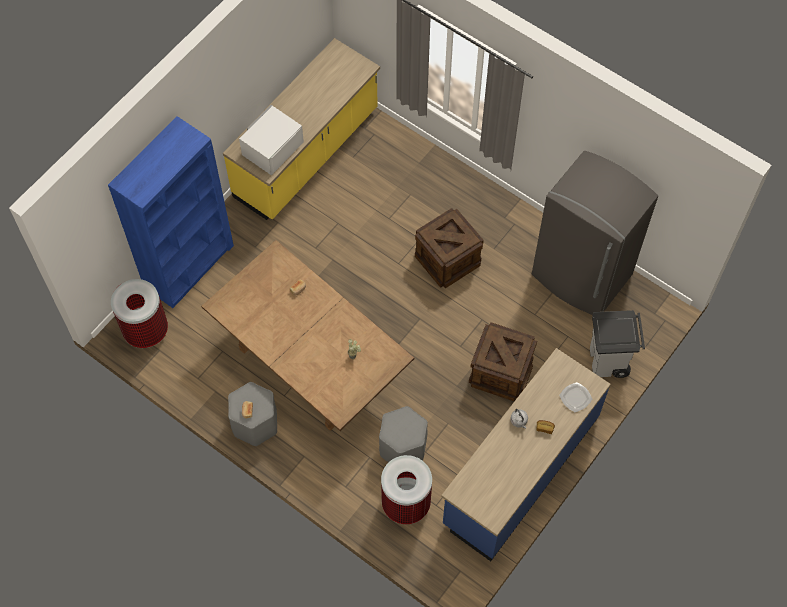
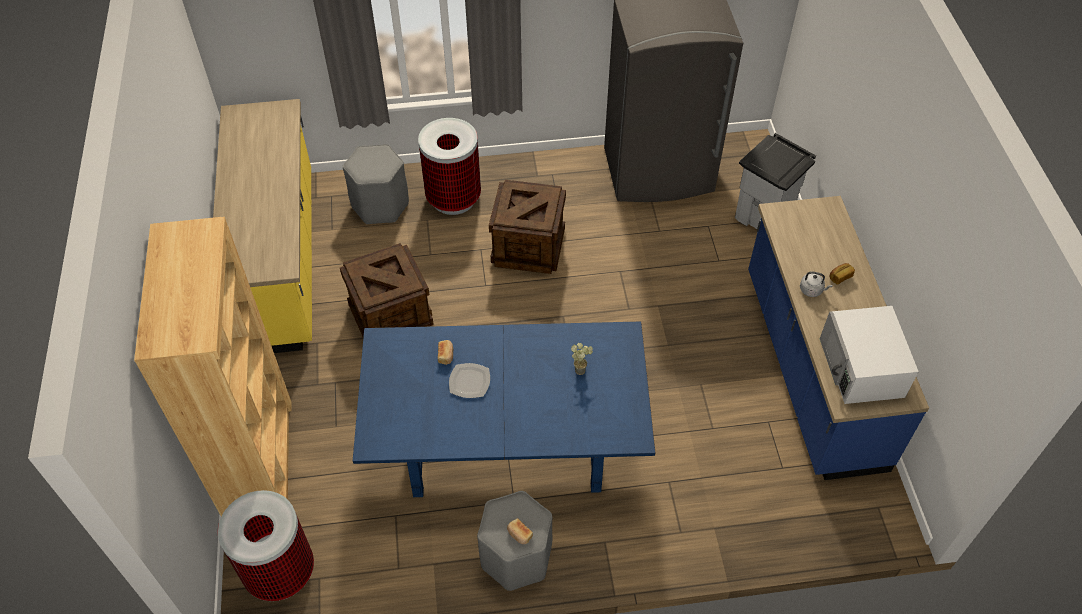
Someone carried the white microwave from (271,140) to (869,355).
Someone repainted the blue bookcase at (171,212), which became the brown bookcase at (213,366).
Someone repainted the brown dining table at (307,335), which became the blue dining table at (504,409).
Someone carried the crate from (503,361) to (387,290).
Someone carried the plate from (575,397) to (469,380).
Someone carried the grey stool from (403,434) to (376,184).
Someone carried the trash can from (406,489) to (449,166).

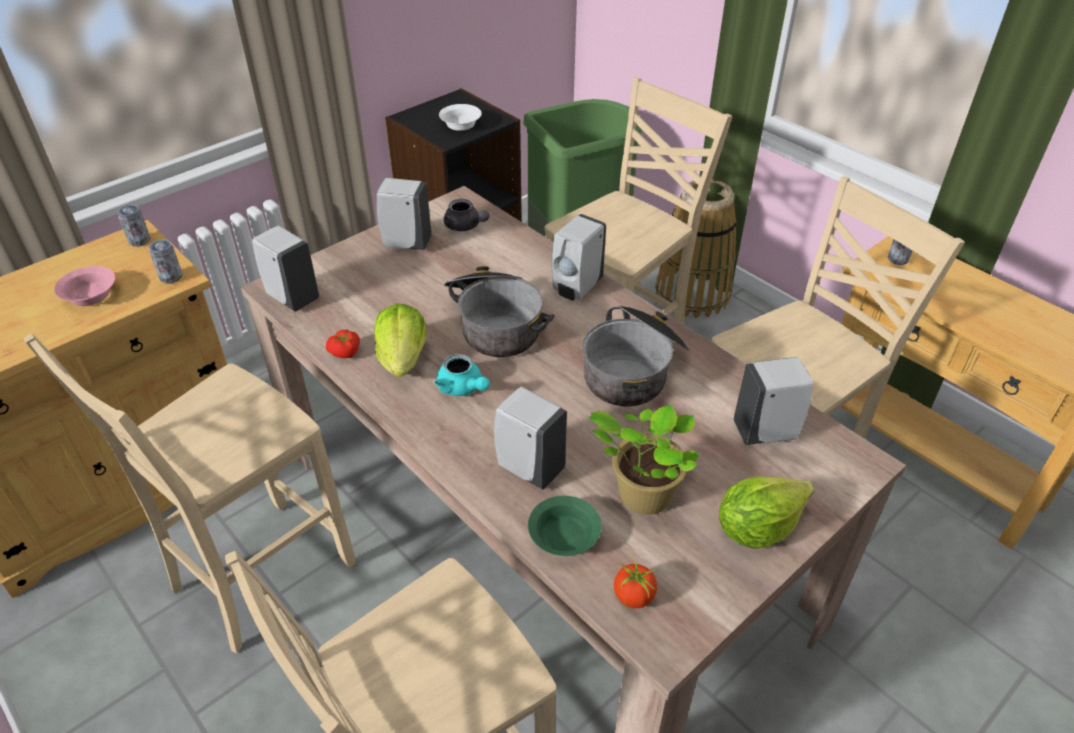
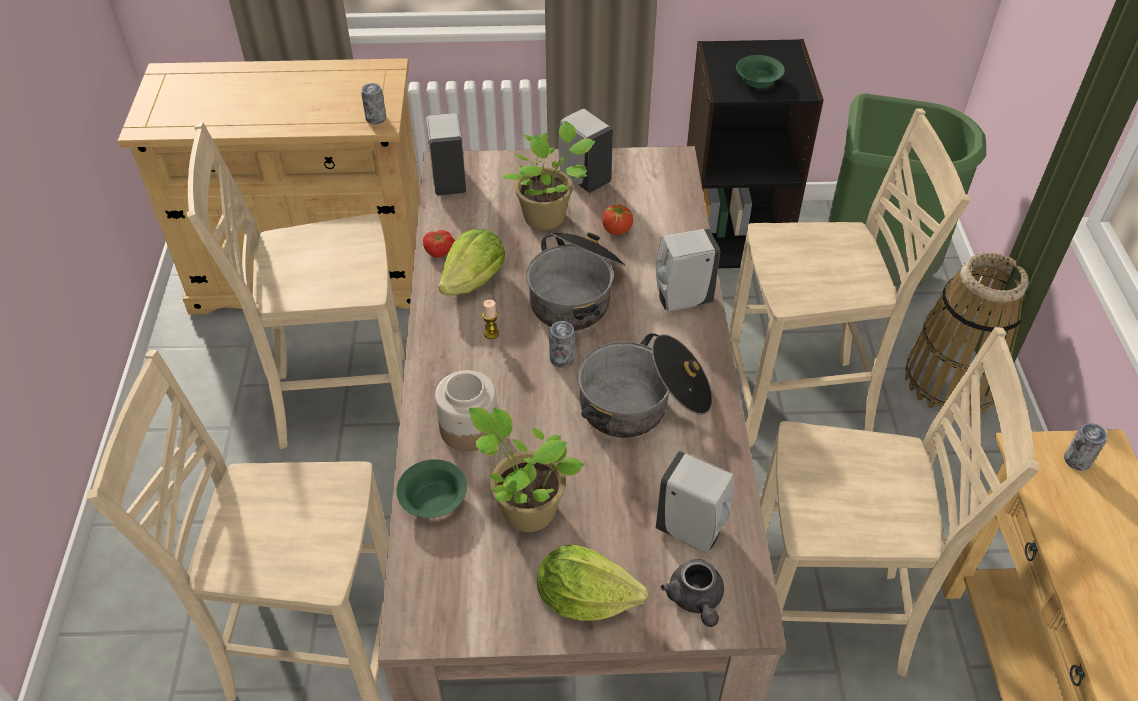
Someone repainted the white bowl at (460,117), which became the green bowl at (760,71).
Someone carried the grey teapot from (467,215) to (692,593).
Someone carried the can from (134,226) to (562,344).
Someone took away the pink bowl at (84,286).
Someone swapped the turquoise teapot at (462,375) for the candle at (490,319).
Someone swapped the white soap dispenser at (530,438) for the jar at (466,410).
Someone carried the tomato from (635,581) to (617,217).
Someone put down the potted plant at (549,175).

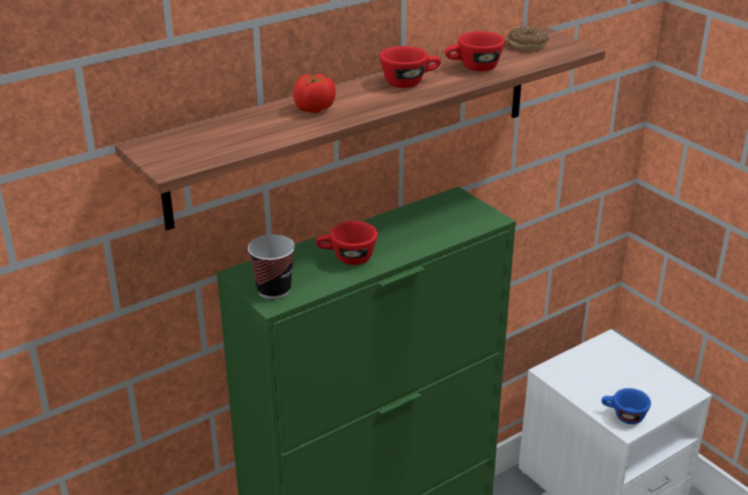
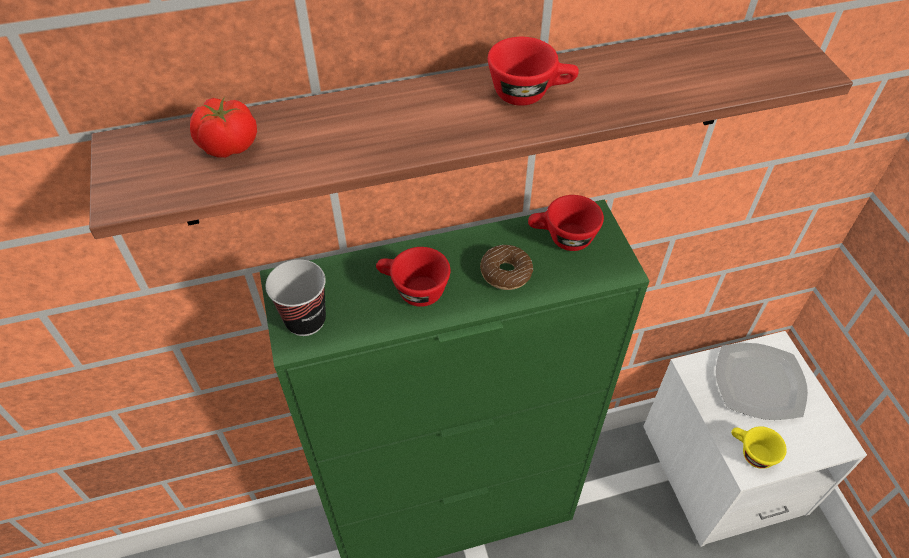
Someone carried the donut from (528,38) to (506,267).
Someone carried the red cup from (475,51) to (566,223).
Someone carried the tomato from (314,93) to (223,127).
Someone repainted the blue cup at (626,406), which became the yellow cup at (759,447).
Someone put down the plate at (762,381).

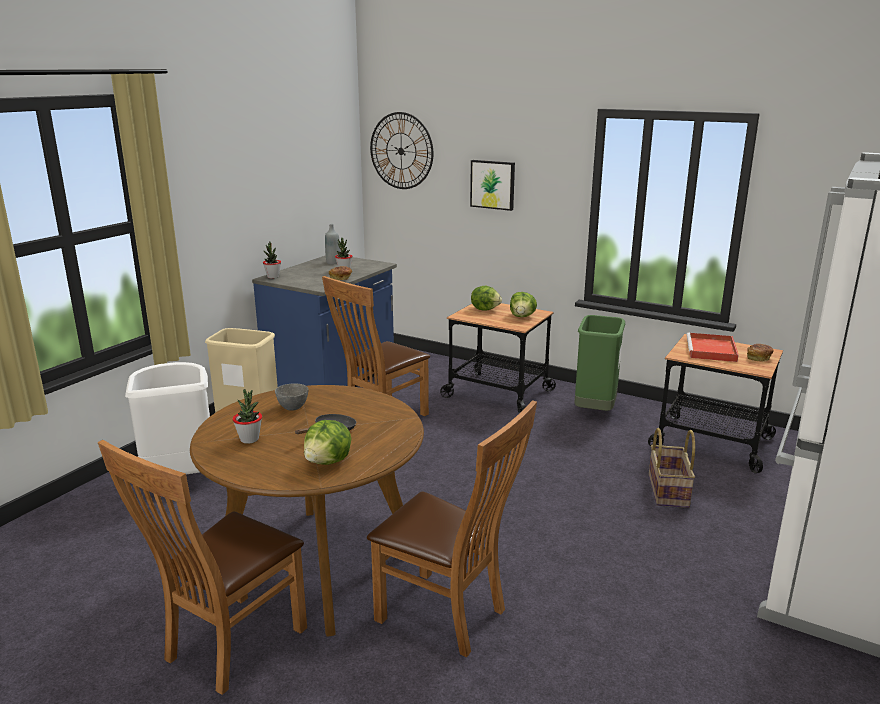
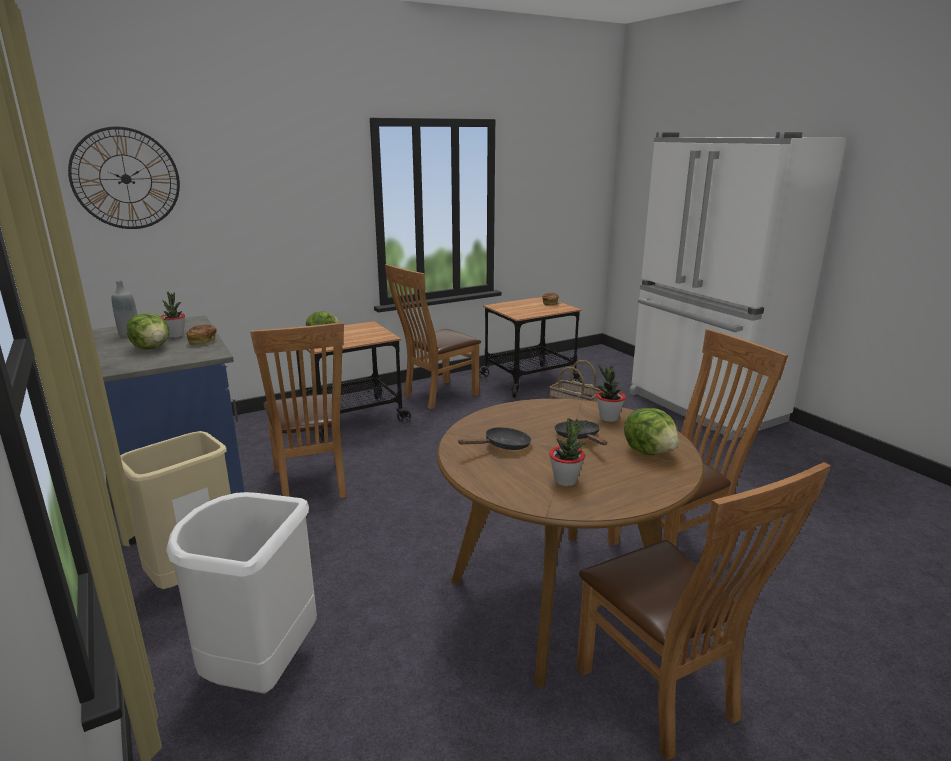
Someone took away the picture at (492,185).
Someone carried the potted plant from (272,260) to (611,393).
Someone carried the lettuce from (523,304) to (148,331).
Someone swapped the green trash can at (599,363) for the brown chair at (433,336).
Someone took away the red tray at (712,347).
Someone swapped the grey bowl at (292,397) for the black frying pan at (495,438).

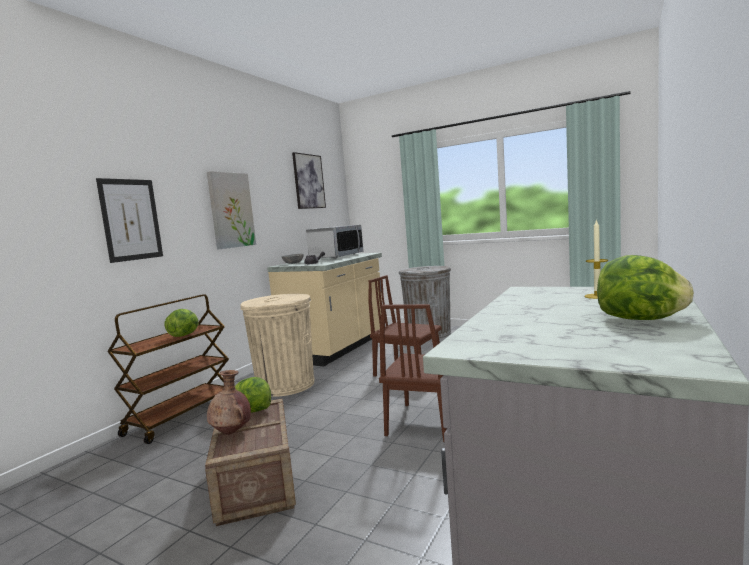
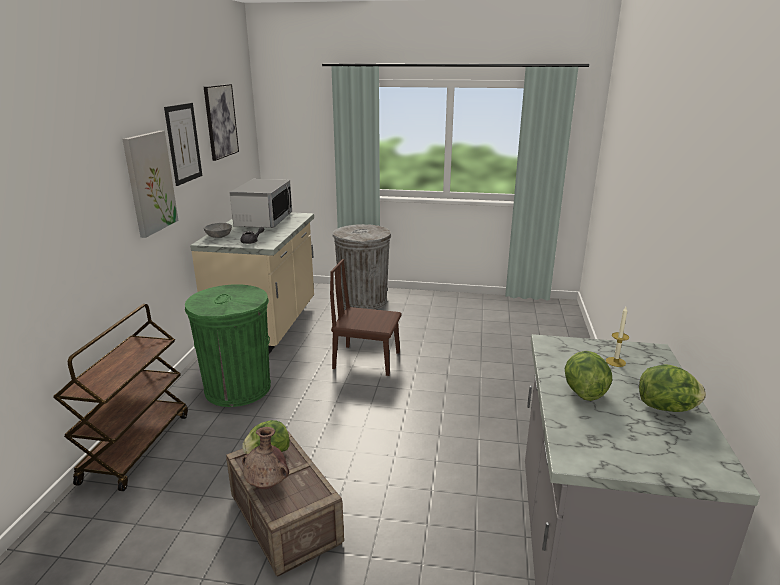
Someone carried the picture from (129,220) to (183,144).
Someone repainted the beige trash can at (277,345), which became the green trash can at (228,345).
Someone took away the brown chair at (413,373).
Someone carried the lettuce from (181,323) to (588,376).

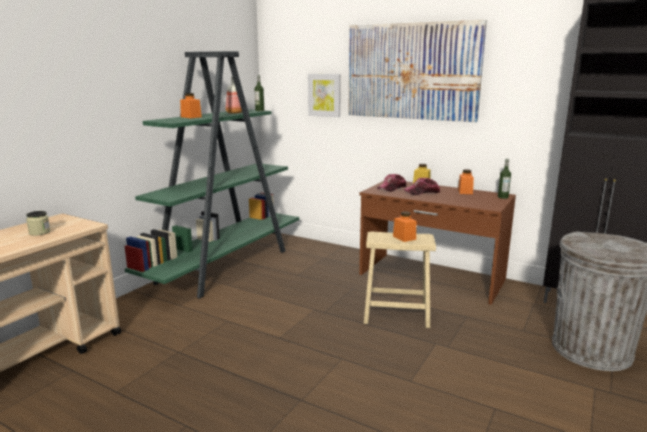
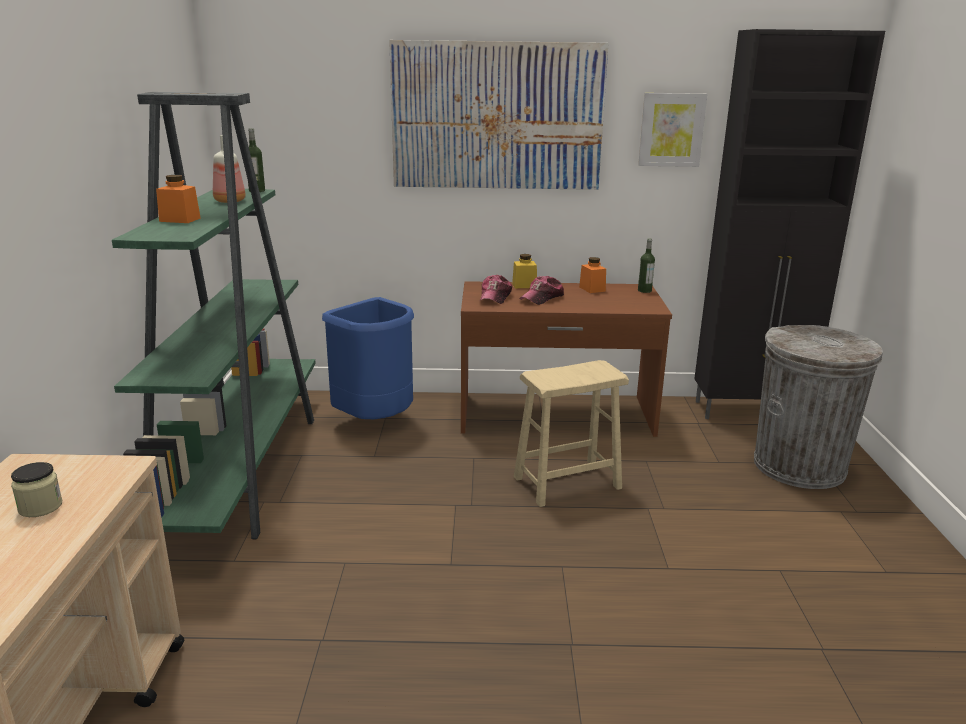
Someone carried the picture from (324,95) to (672,130).
Someone took away the orange jar at (404,226).
Someone put down the blue trash can at (368,358).

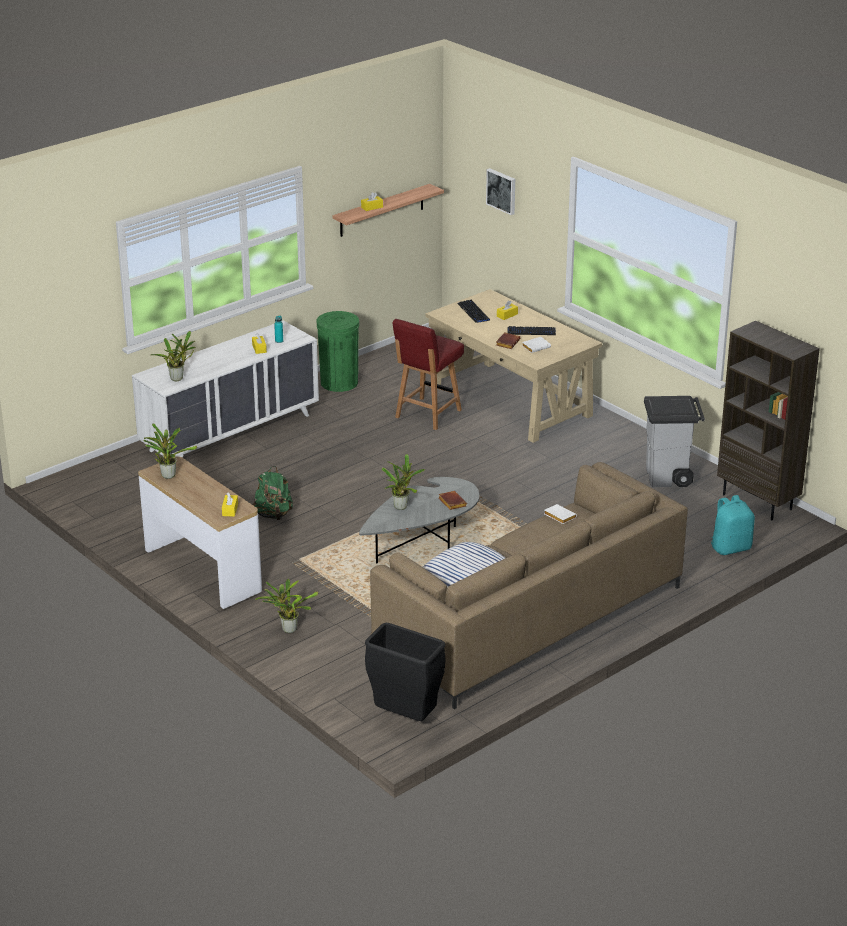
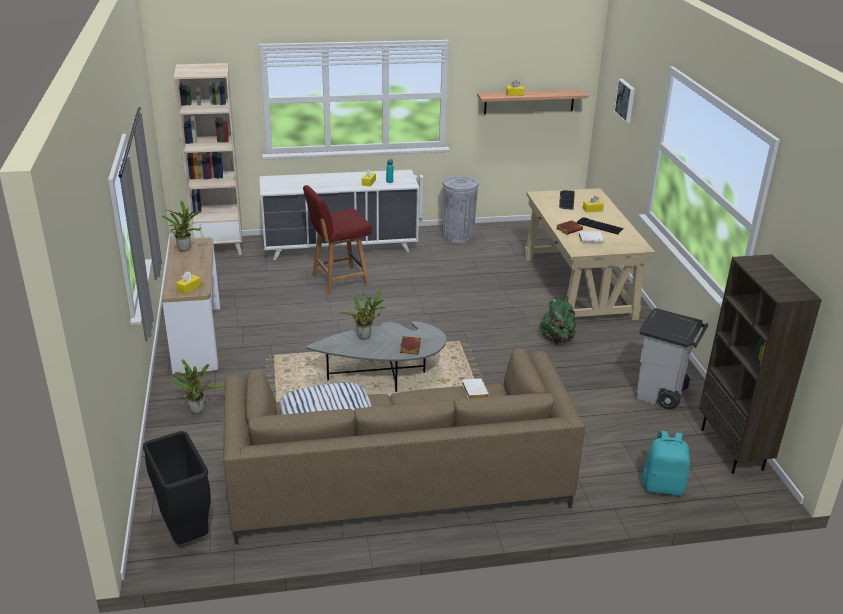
Someone repainted the green trash can at (338,351), which became the grey trash can at (460,209).
Someone carried the red chair from (428,374) to (337,240).
Someone took away the potted plant at (173,356).
Someone carried the green backpack from (272,493) to (558,320).
Someone put down the beige bookcase at (208,159).

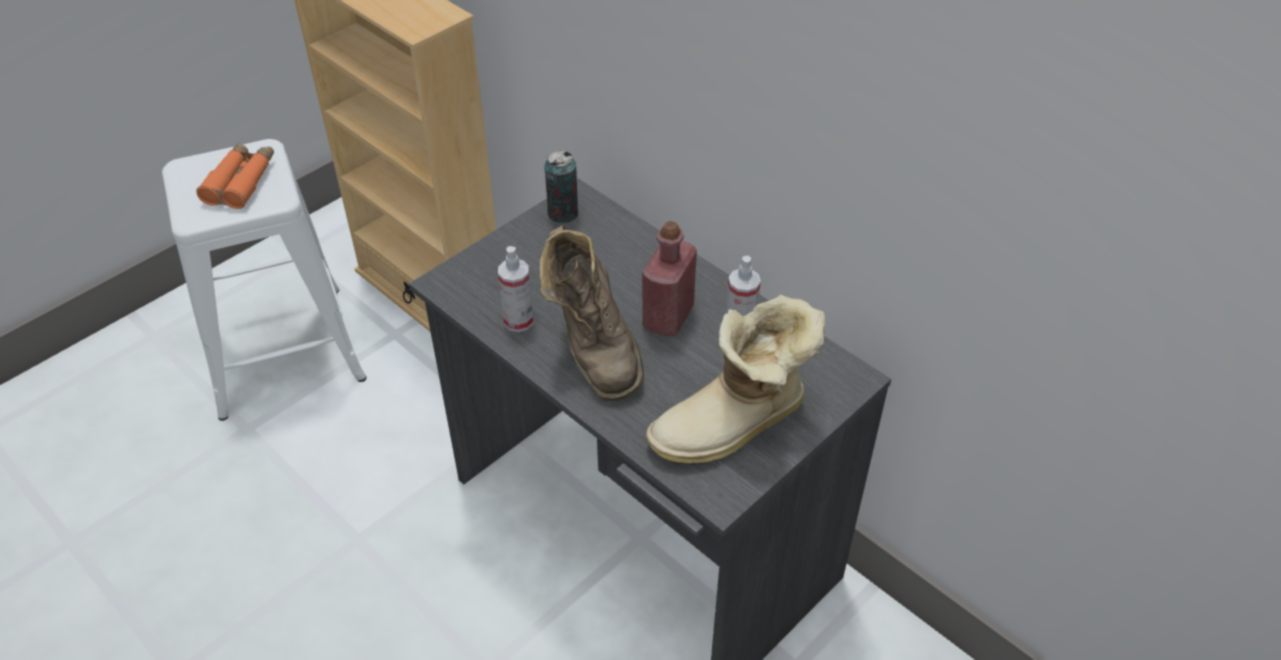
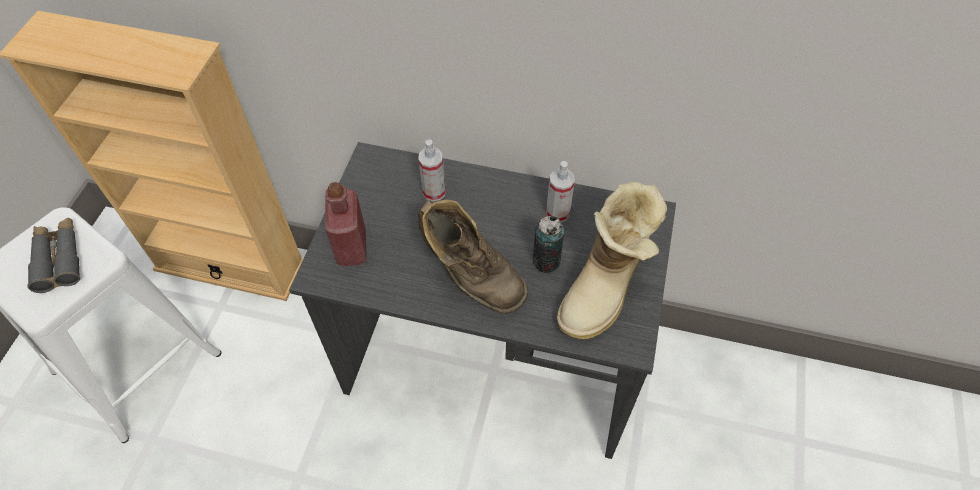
Someone repainted the orange binoculars at (235,175), which became the grey binoculars at (53,255).
Someone carried the can from (561,187) to (548,244).
Someone carried the red bottle from (669,279) to (346,224).
Someone carried the spray bottle from (516,289) to (432,170).

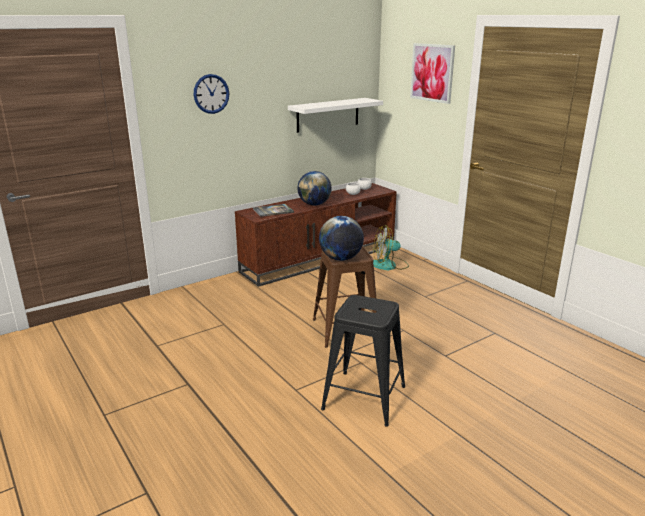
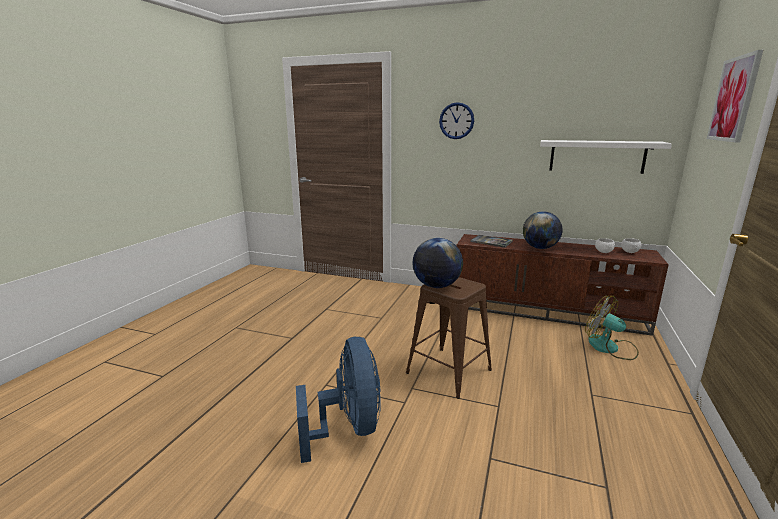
Someone swapped the black stool at (363,361) for the blue fan at (338,400).

